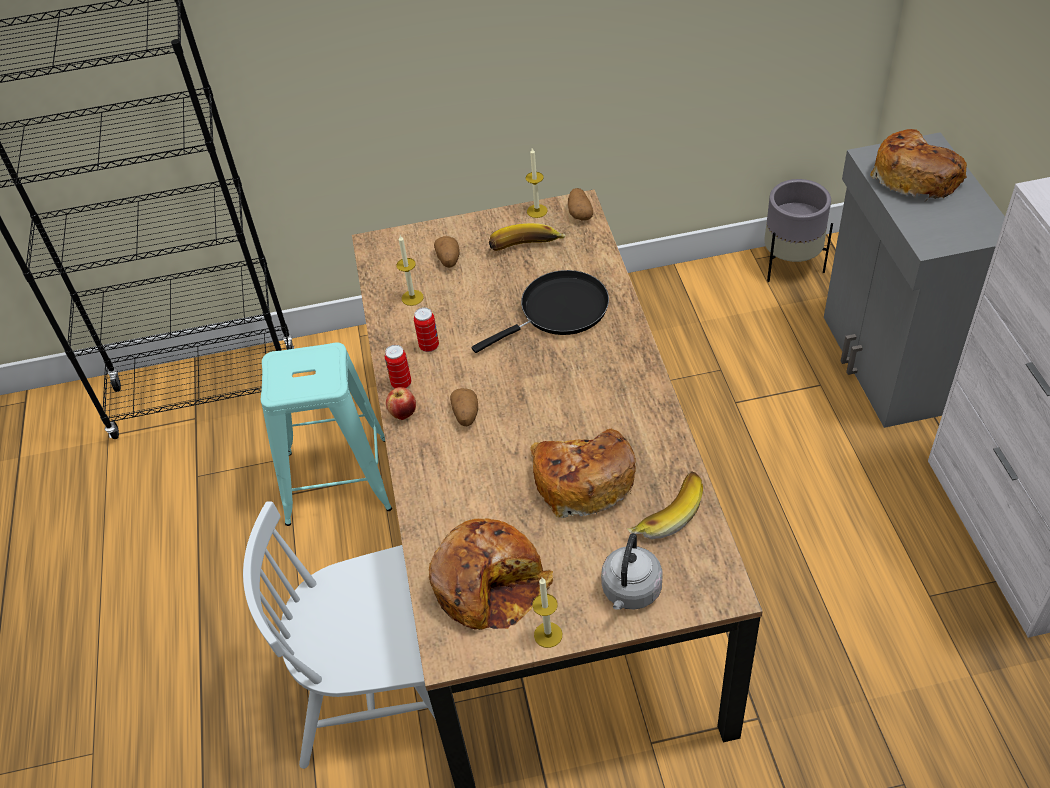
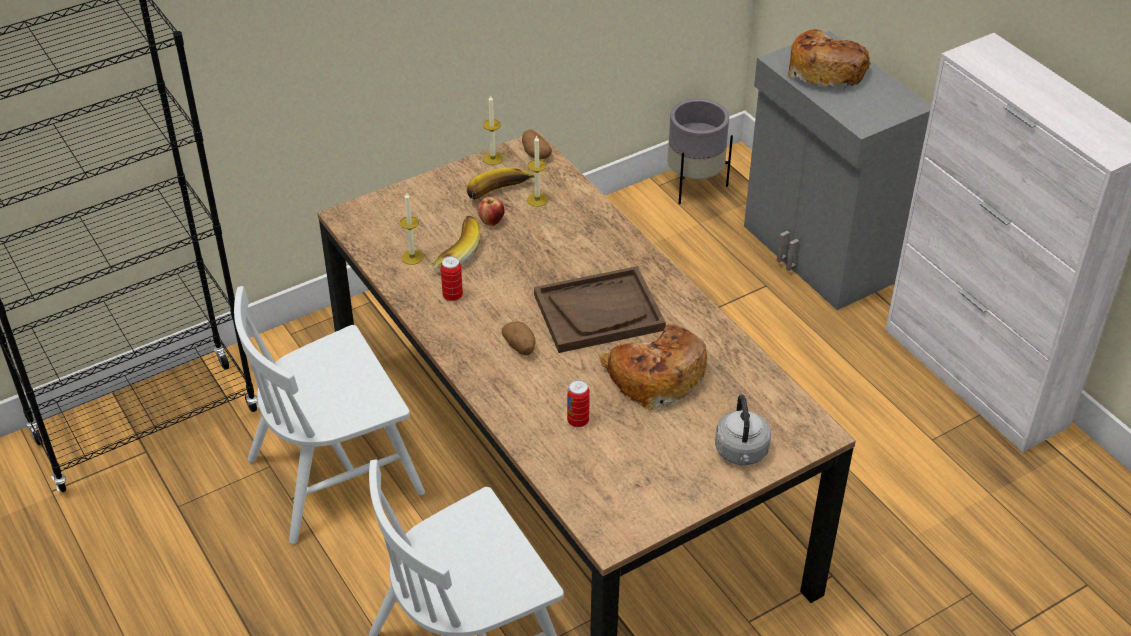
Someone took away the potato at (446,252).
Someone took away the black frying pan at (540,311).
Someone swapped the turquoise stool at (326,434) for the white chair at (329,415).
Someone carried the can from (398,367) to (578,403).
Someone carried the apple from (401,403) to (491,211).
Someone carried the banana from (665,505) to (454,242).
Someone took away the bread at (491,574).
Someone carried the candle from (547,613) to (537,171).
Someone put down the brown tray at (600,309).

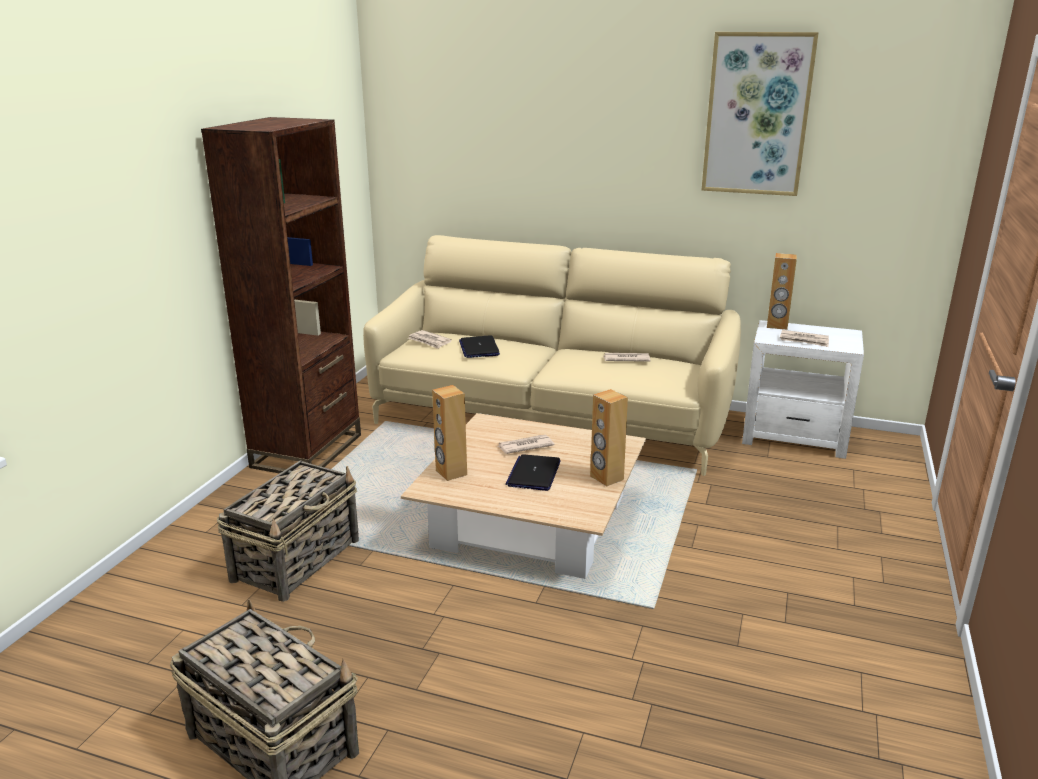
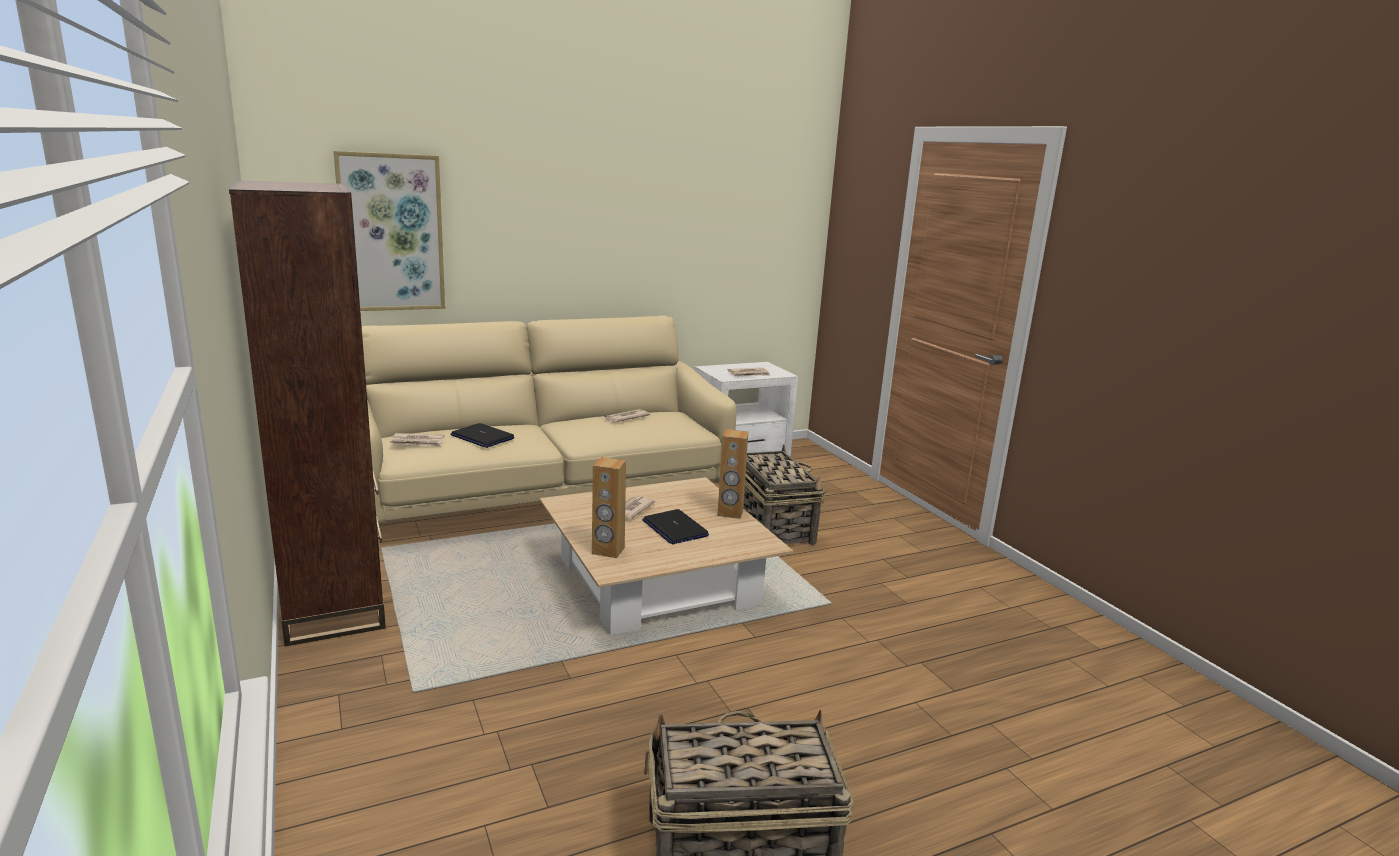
Someone carried the picture from (760,114) to (389,231).
Someone took away the brown speaker at (782,291).
Someone carried the basket from (288,531) to (784,494).

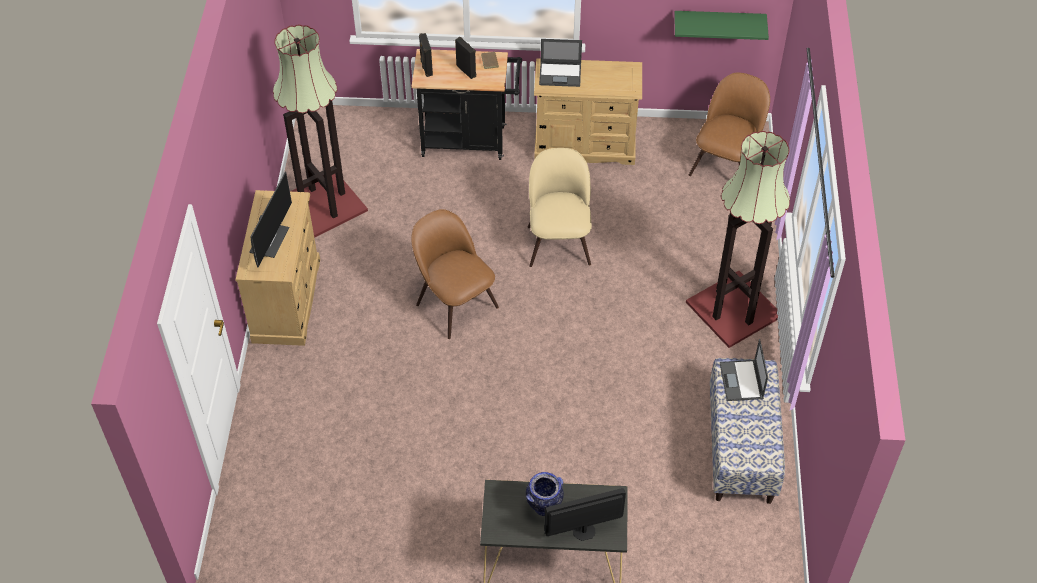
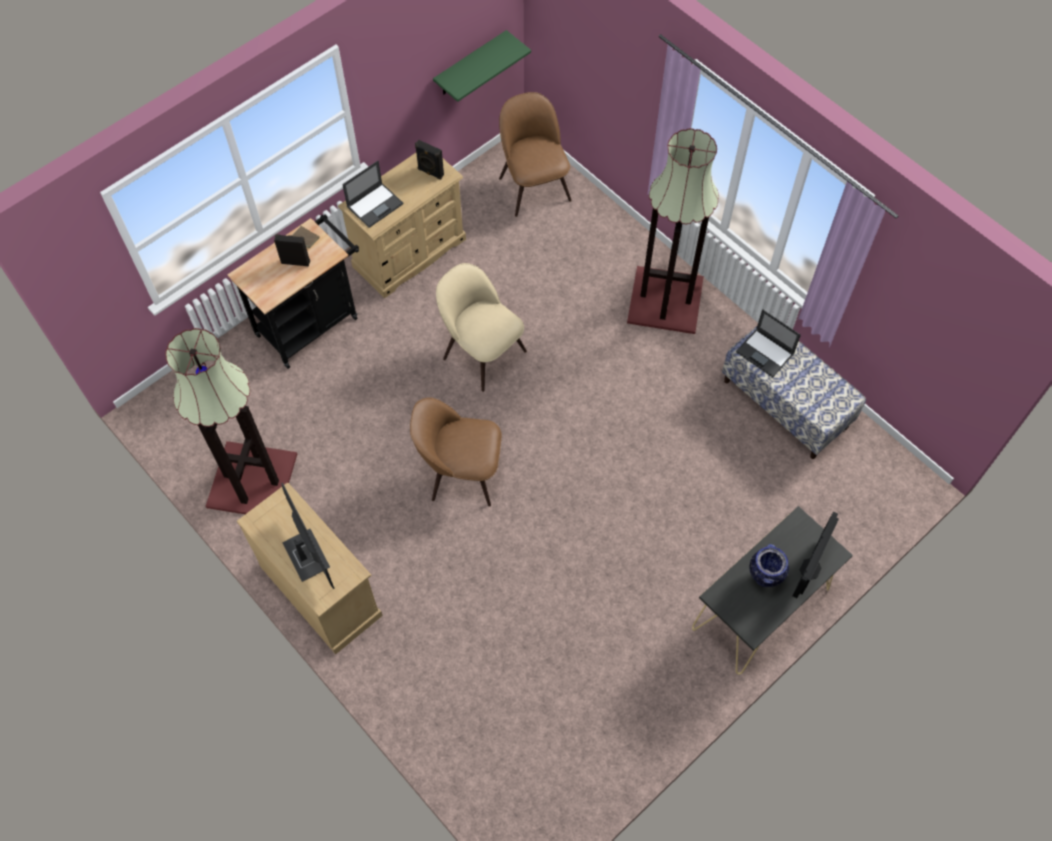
Someone carried the black speaker from (426,55) to (429,160).

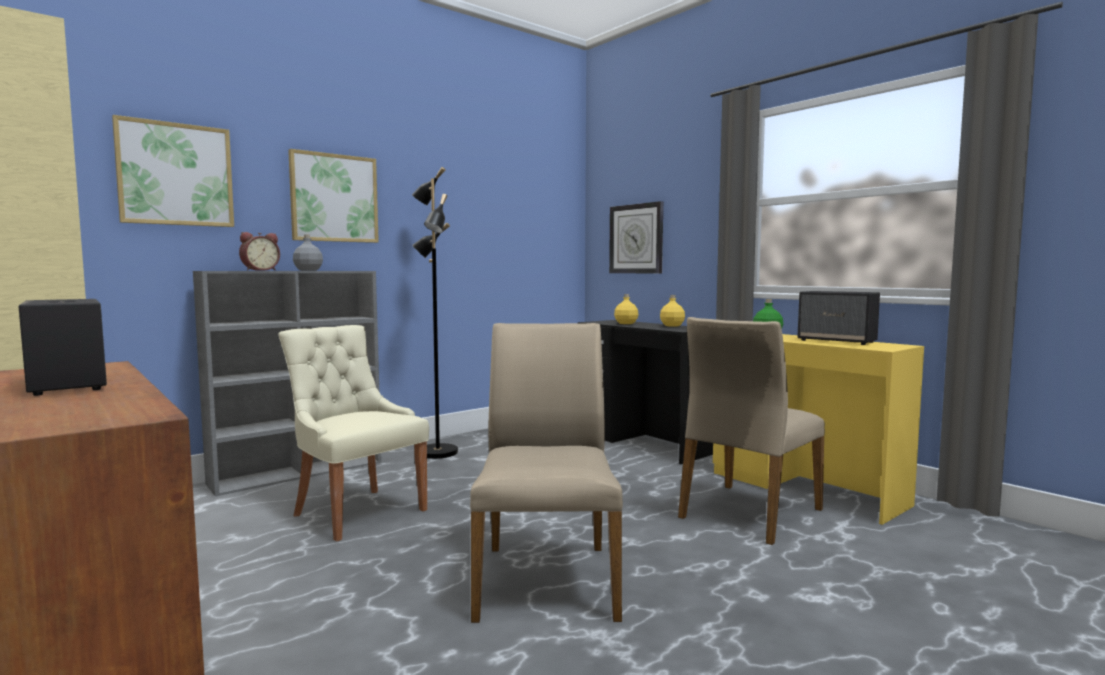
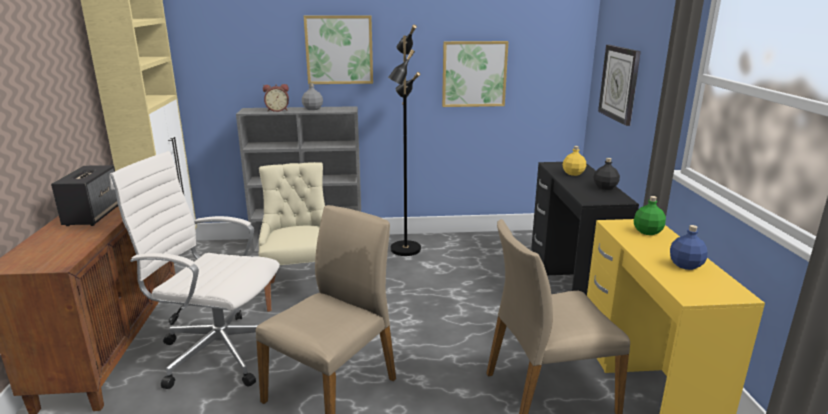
Someone carried the picture from (173,171) to (475,74).
Someone swapped the speaker at (838,318) for the blue bottle at (688,247).
Someone repainted the yellow bottle at (672,311), which became the black bottle at (606,174).
Someone put down the white office chair at (194,270).

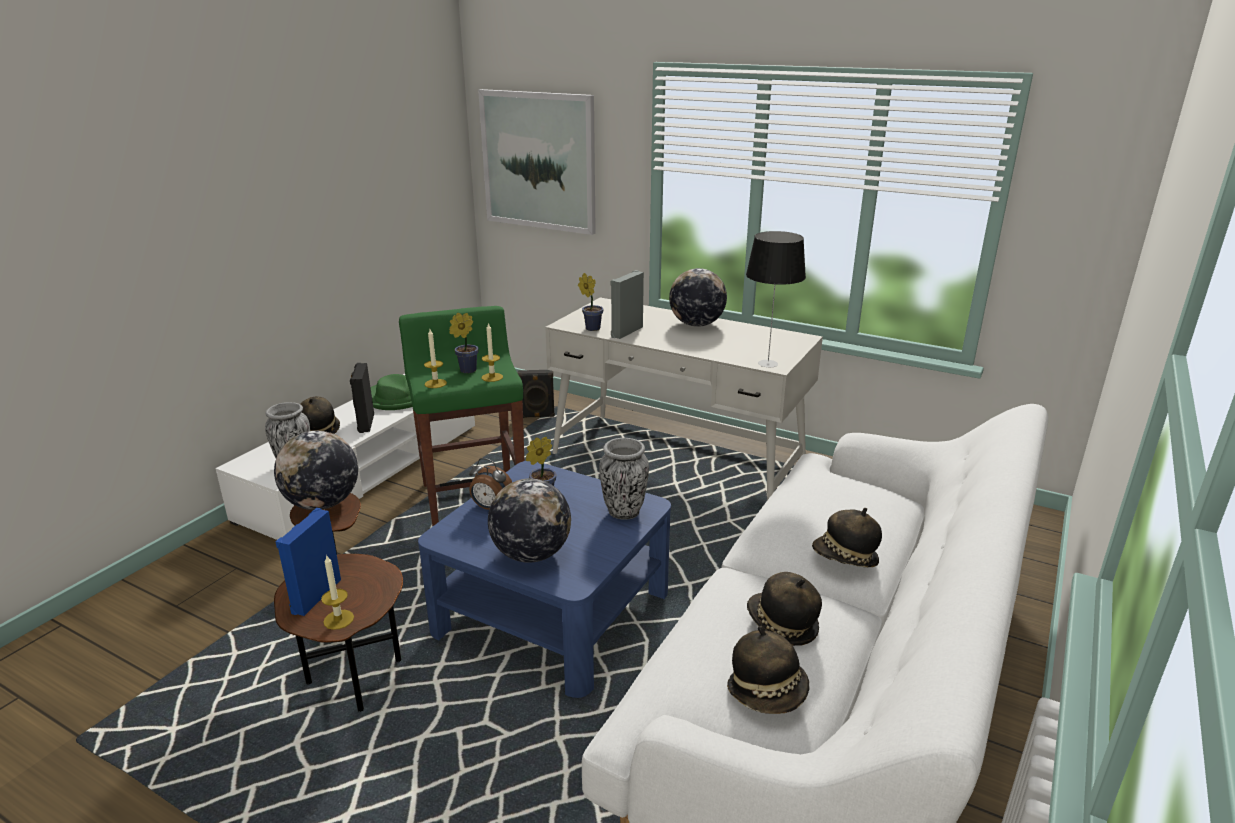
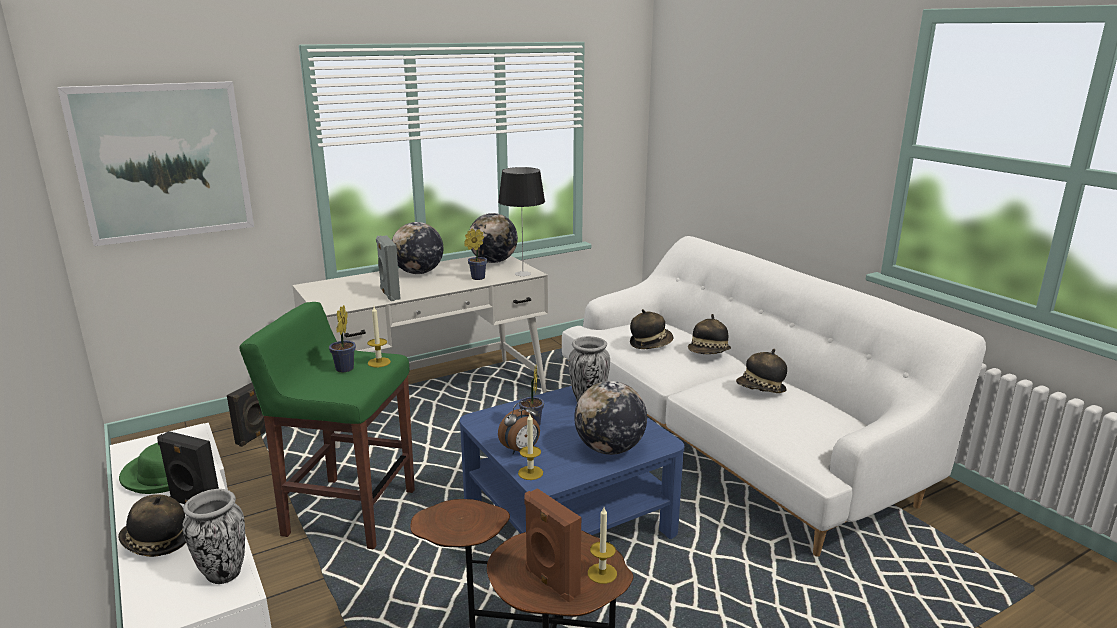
Someone carried the potted plant from (590,302) to (475,254).
Someone carried the candle from (435,358) to (530,447).
Someone carried the globe from (316,470) to (493,238).
Someone repainted the blue speaker at (308,562), which became the brown speaker at (552,545).
Someone carried the hat from (768,670) to (651,329).

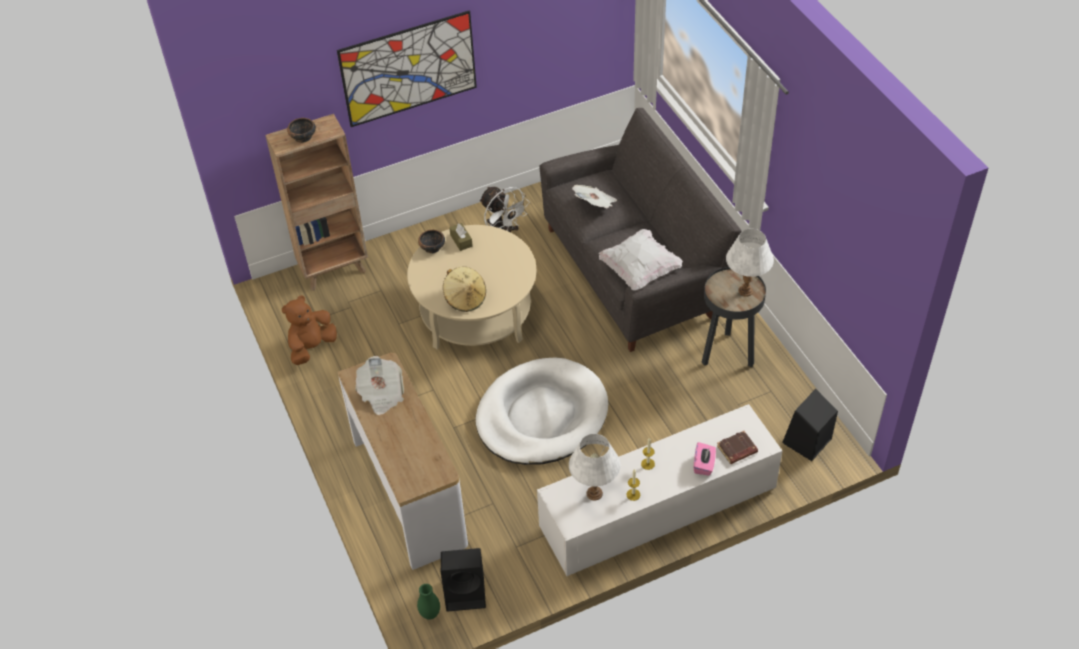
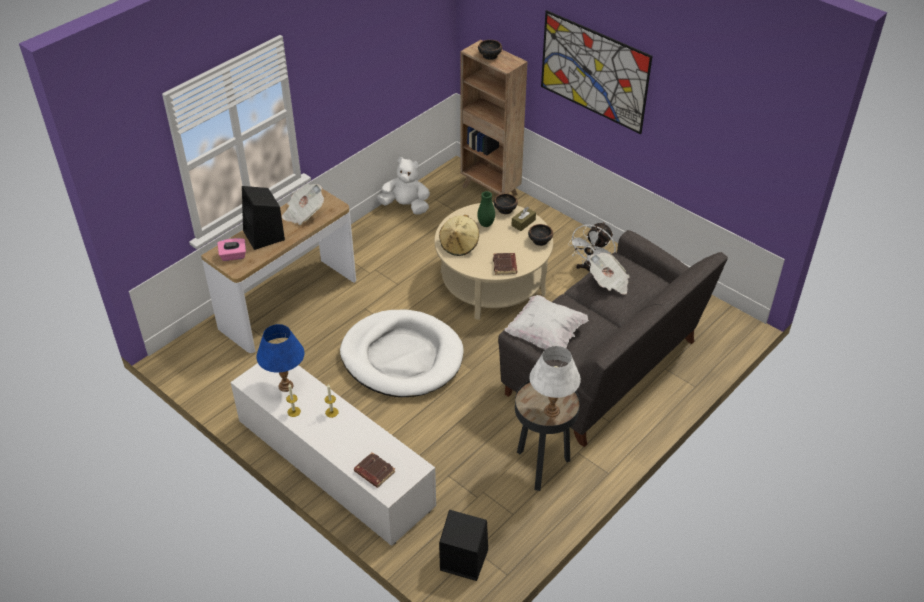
Someone repainted the brown plush toy at (309,330), which became the white plush toy at (403,186).
Someone repainted the white table lamp at (595,467), which became the blue table lamp at (280,358).
Someone carried the pink tissue box from (705,459) to (231,249).
Someone carried the black speaker from (463,580) to (263,218).
Someone carried the green vase from (428,602) to (486,209).
Someone put down the bowl at (540,235).
Someone put down the brown book at (505,264).

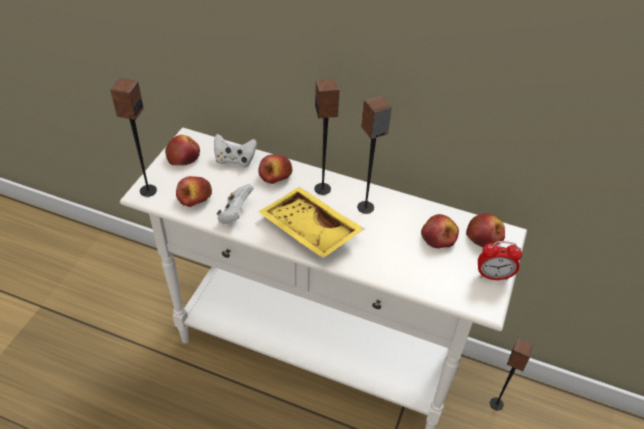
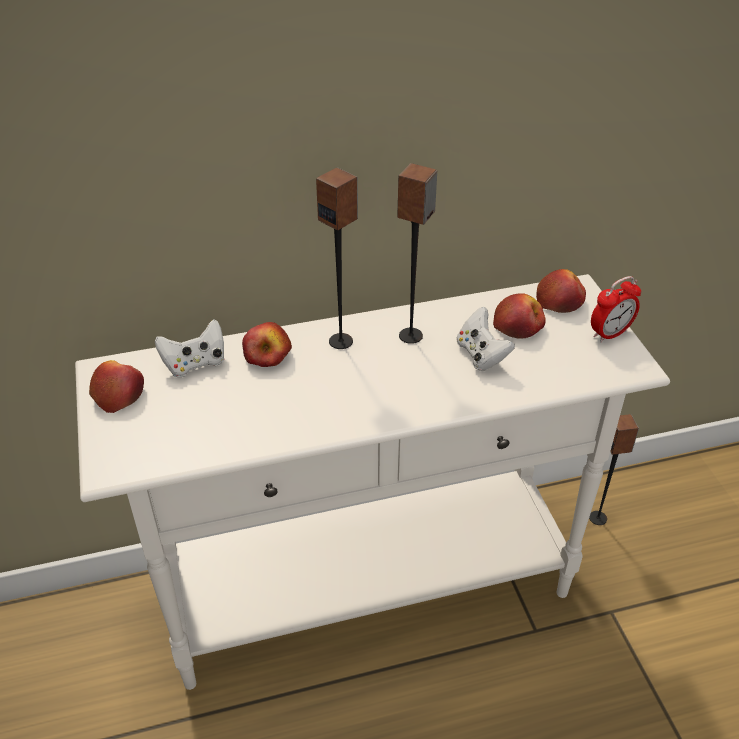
Someone took away the speaker at (133,137).
Someone took away the apple at (194,191).
Someone carried the white game controller from (235,204) to (486,339).
Someone took away the yellow tray at (311,222).

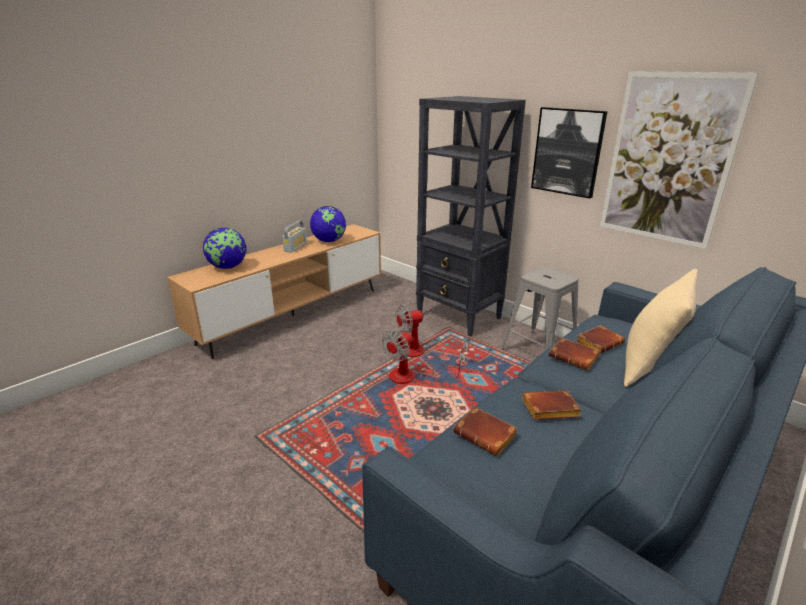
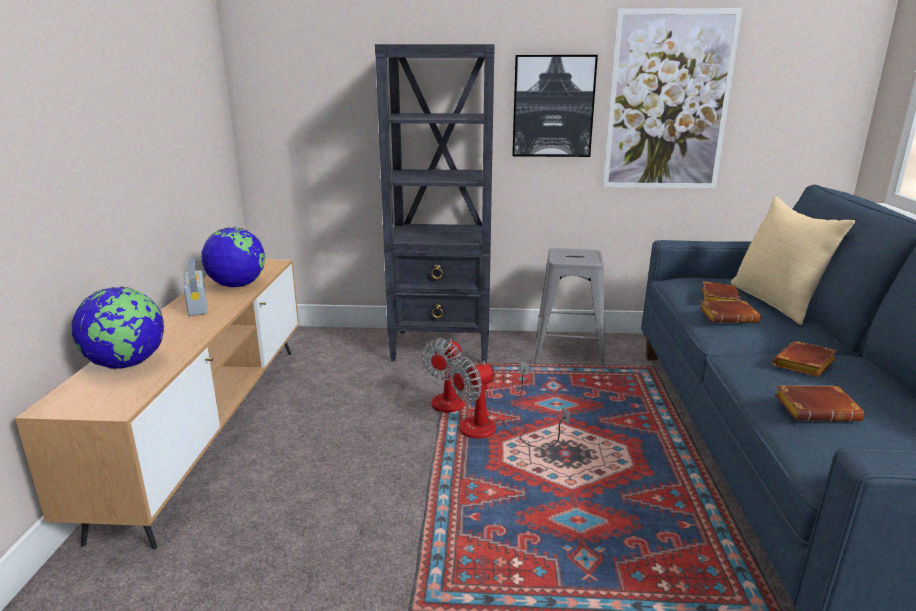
Someone rotated the fan at (424,357) by 60 degrees clockwise.

